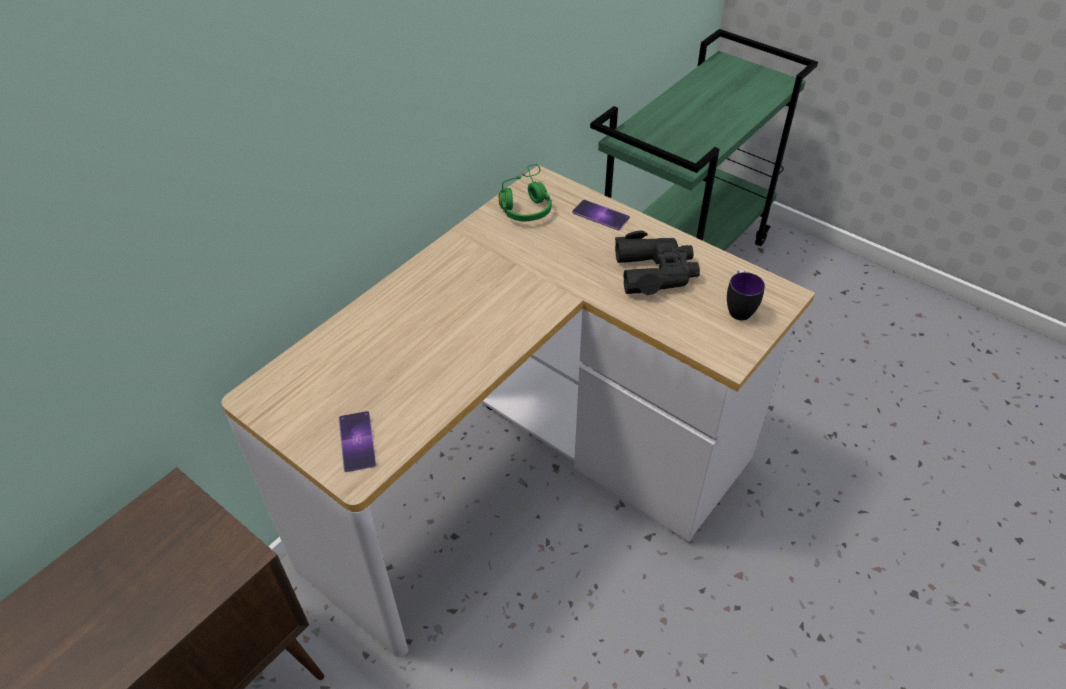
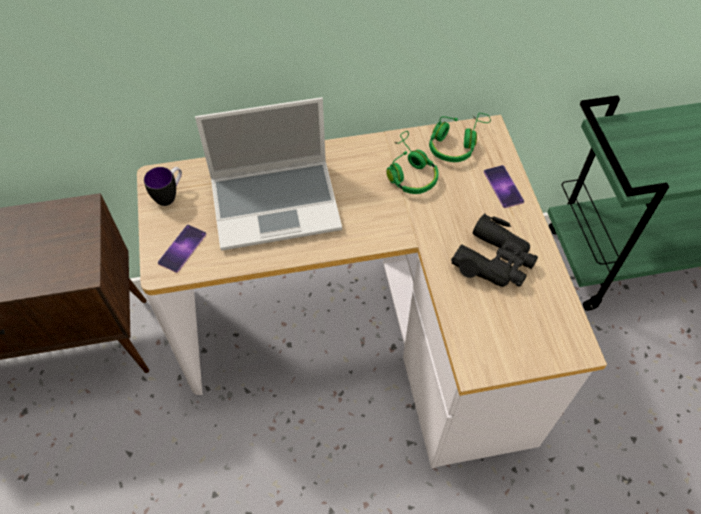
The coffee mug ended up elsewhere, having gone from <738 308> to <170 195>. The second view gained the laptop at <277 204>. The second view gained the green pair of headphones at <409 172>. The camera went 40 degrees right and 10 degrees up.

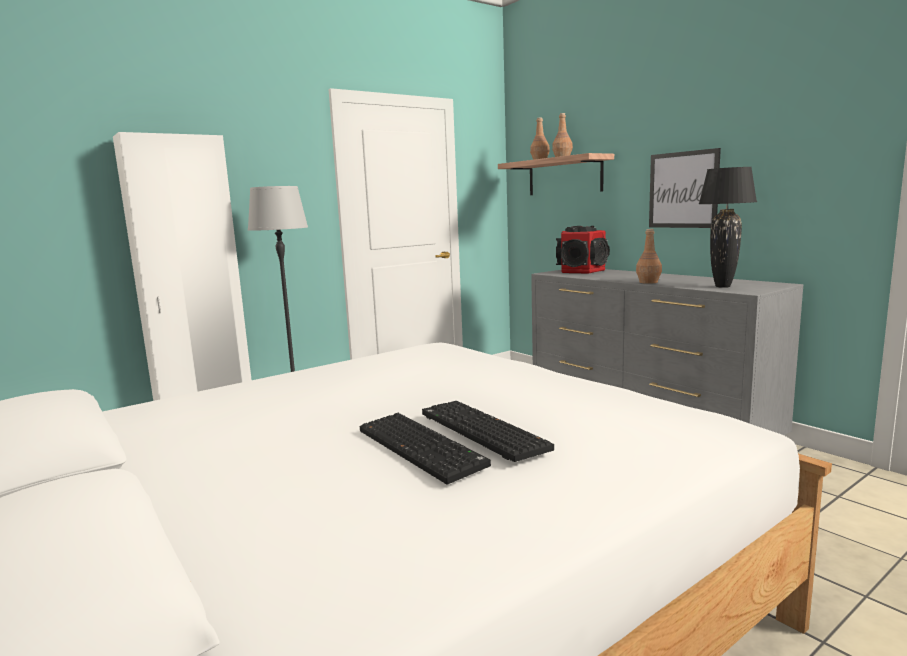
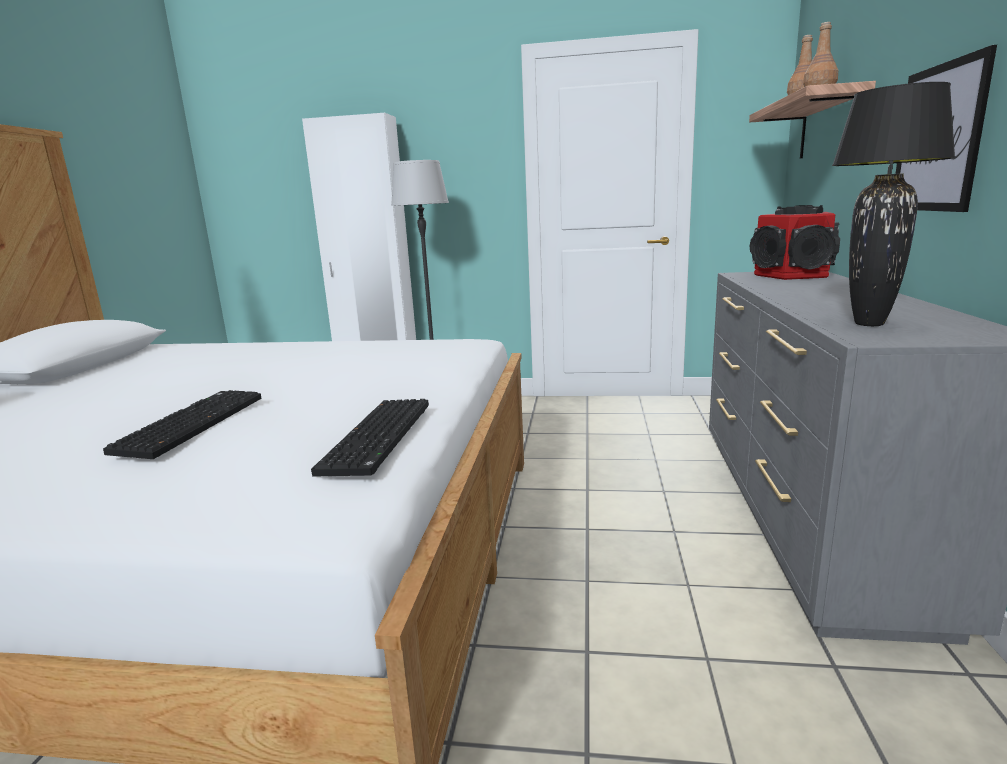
The PC keyboard ended up elsewhere, having gone from <423 447> to <380 438>. The second view lost the brownish beverage bottle at <648 282>. The camera went 45 degrees right and 5 degrees up.

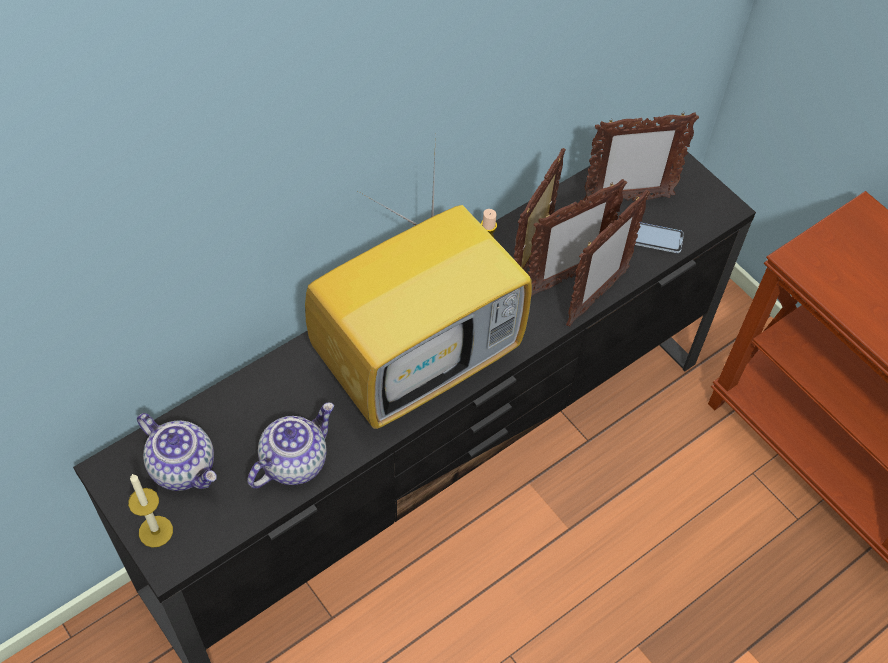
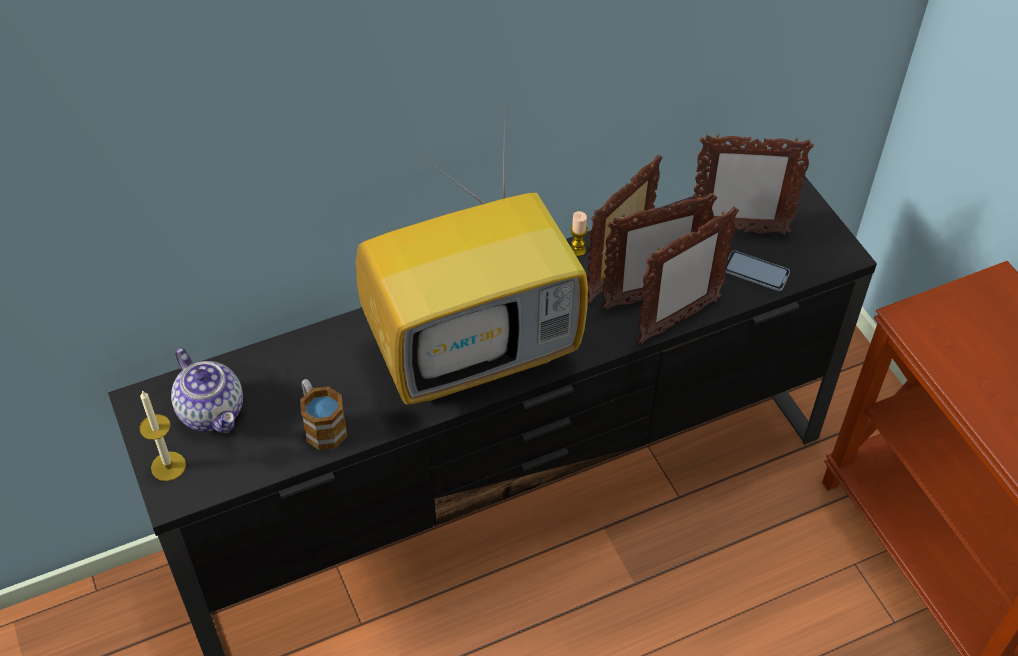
Where the teapot stood at <294 461>, the coffee mug came to stand at <321 425>. The camera went 15 degrees right and 5 degrees down.

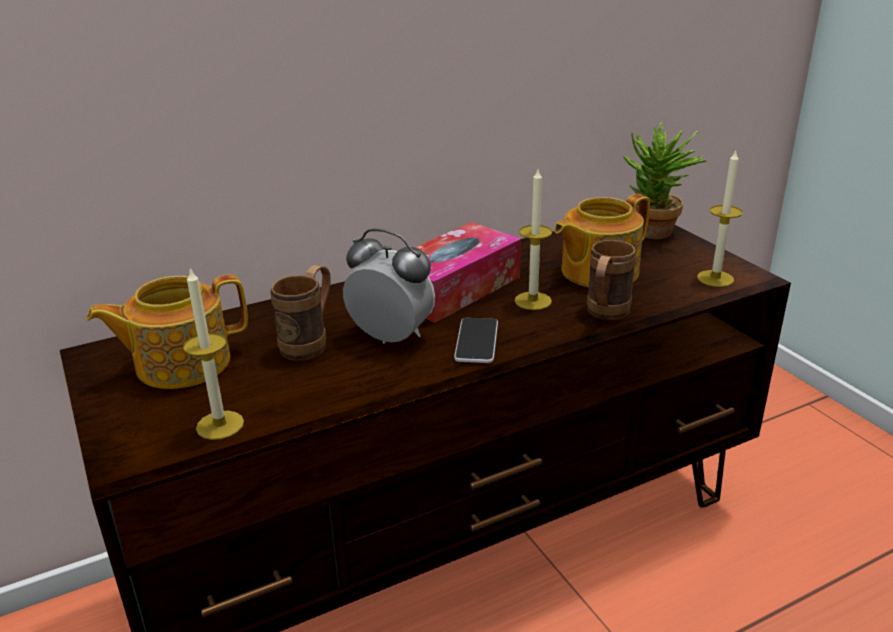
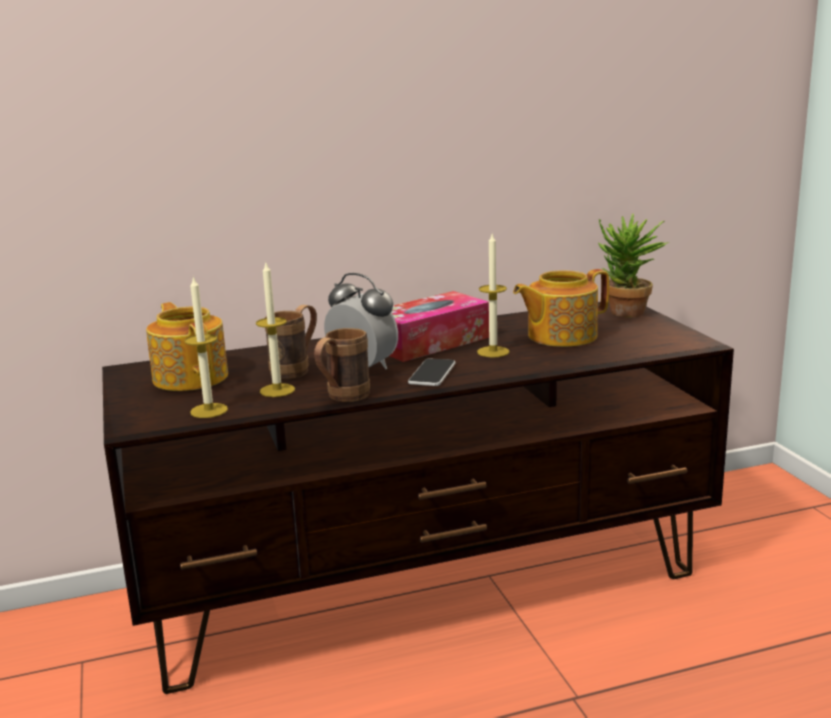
The teapot at <181 363> ended up facing another way, 75 degrees clockwise from before. The wax light ended up elsewhere, having gone from <715 278> to <277 390>. The brownish coffee mug ended up elsewhere, having gone from <604 315> to <342 398>. The camera went 10 degrees right and 10 degrees down.

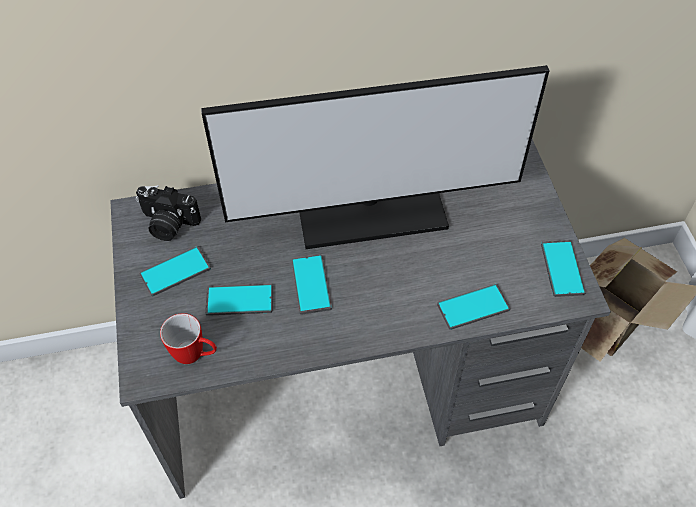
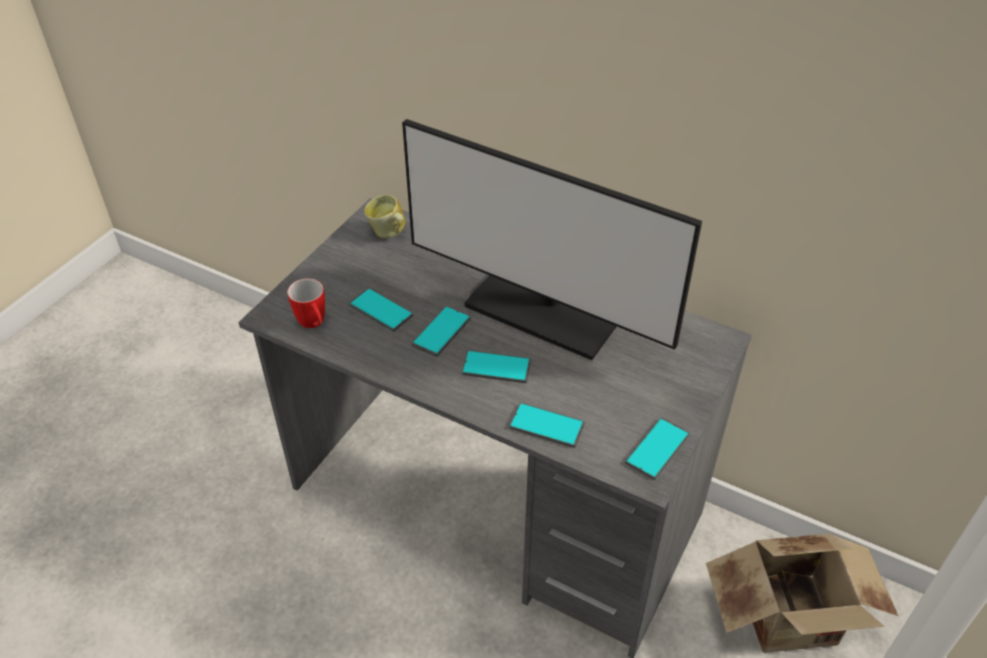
Where the still camera stood at <168 224>, the coffee mug came to stand at <389 234>. The phone ended up elsewhere, having gone from <175 271> to <496 367>. The camera went 40 degrees right and 10 degrees down.

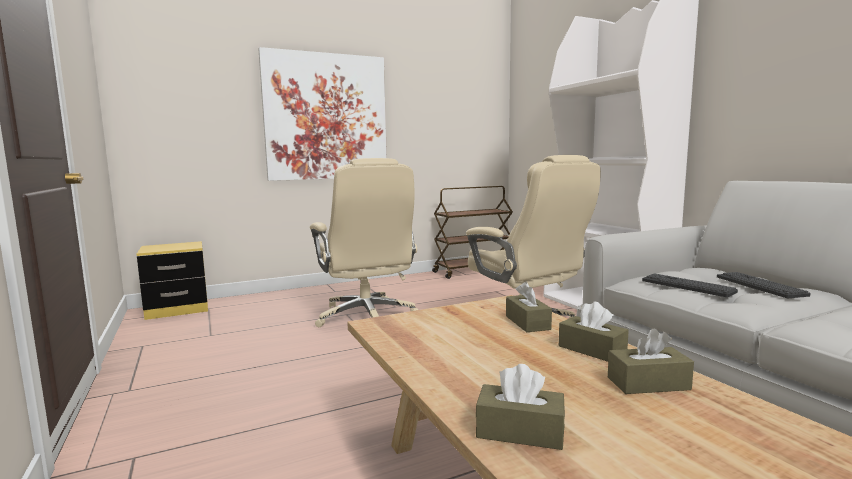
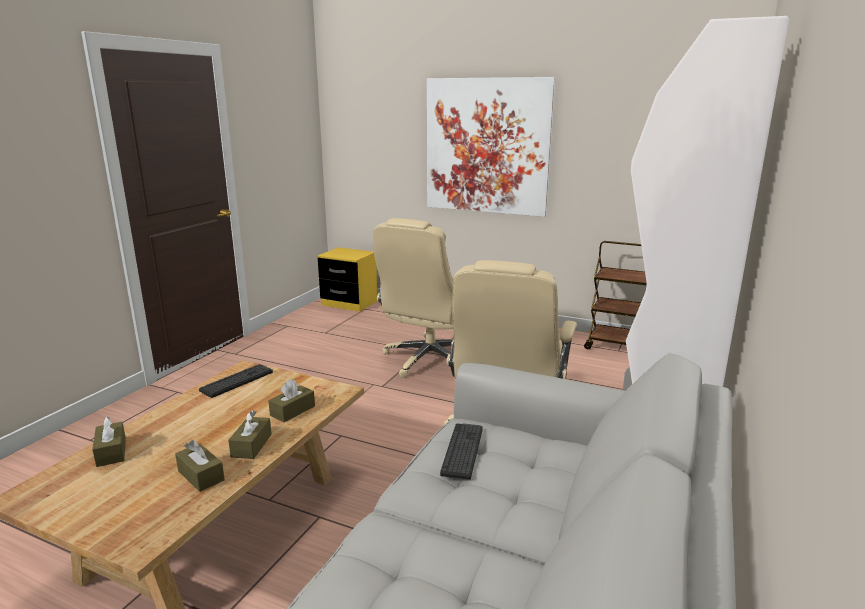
The PC keyboard ended up elsewhere, having gone from <759 286> to <237 381>. The camera went 50 degrees right and 10 degrees up.

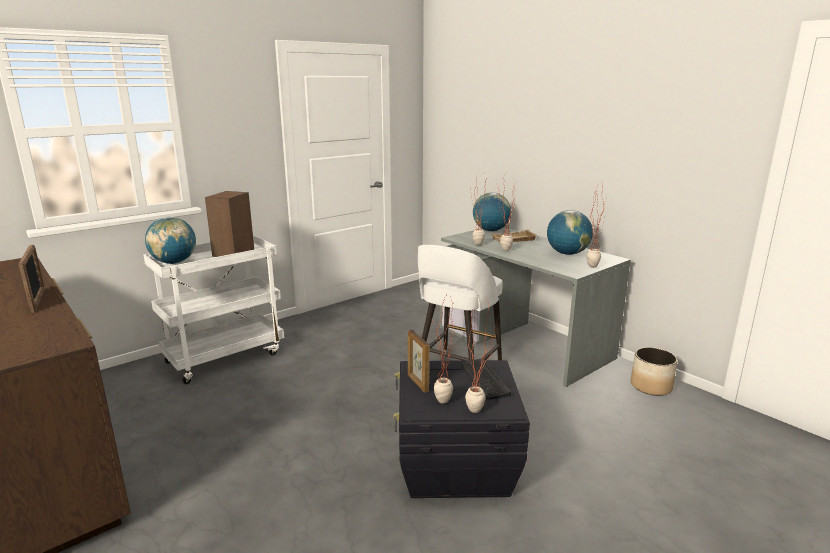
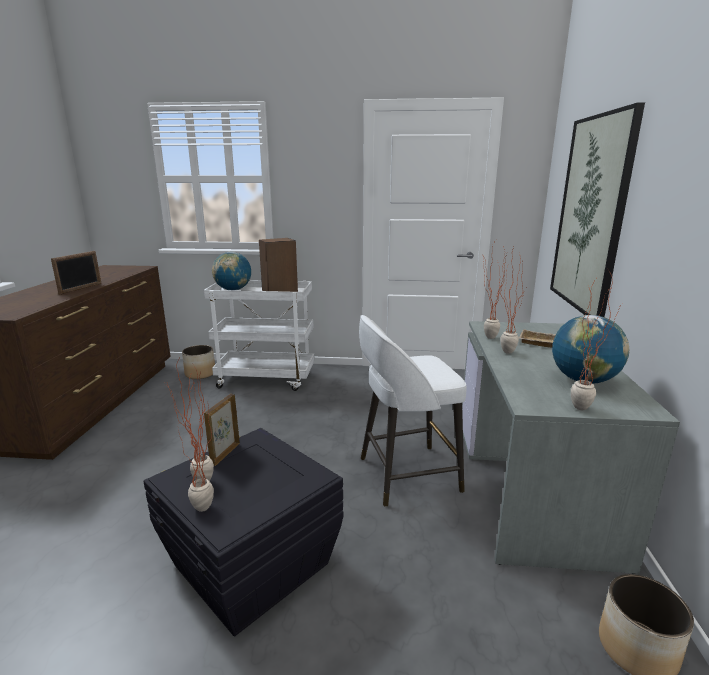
The second view gained the plant pot at <200 374>. The second view gained the picture at <590 215>. The second view lost the PC keyboard at <484 379>. The second view lost the globe at <491 230>. The camera went 45 degrees right and 0 degrees up.

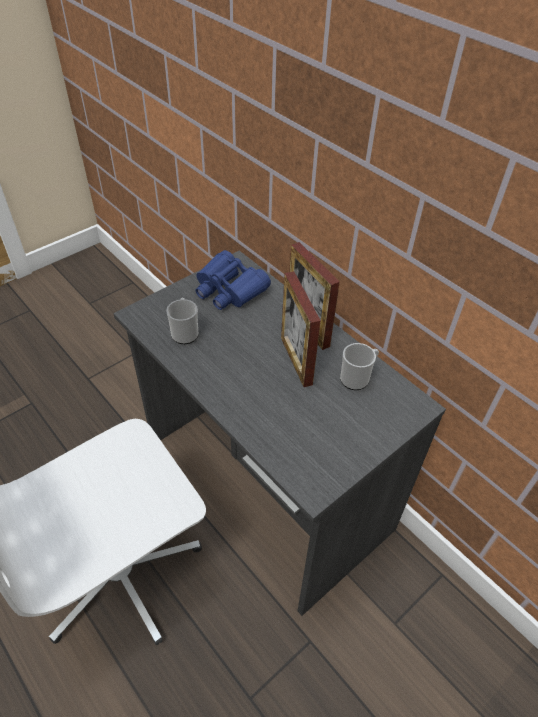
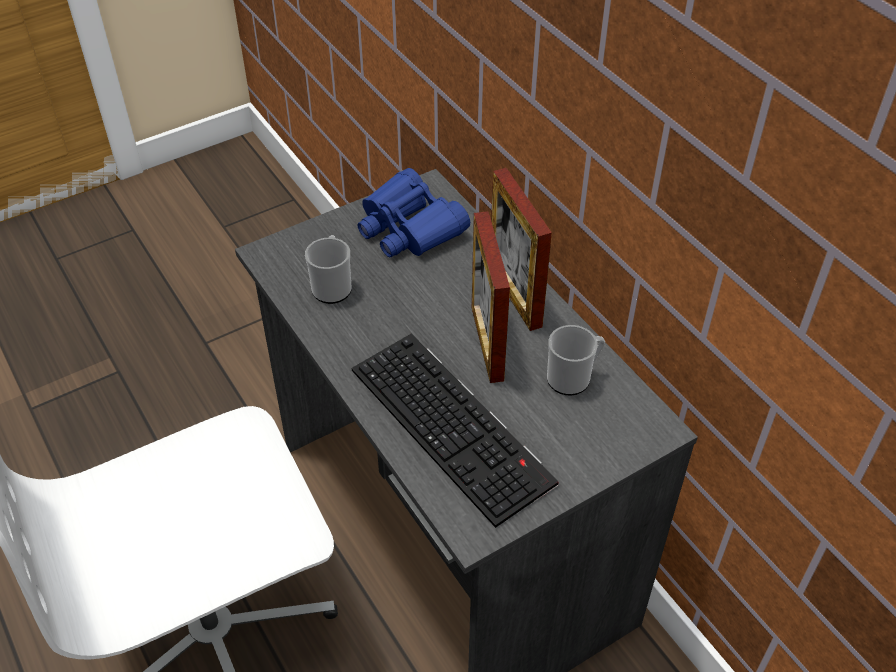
The second view gained the PC keyboard at <455 425>. The camera went 10 degrees right and 0 degrees up.

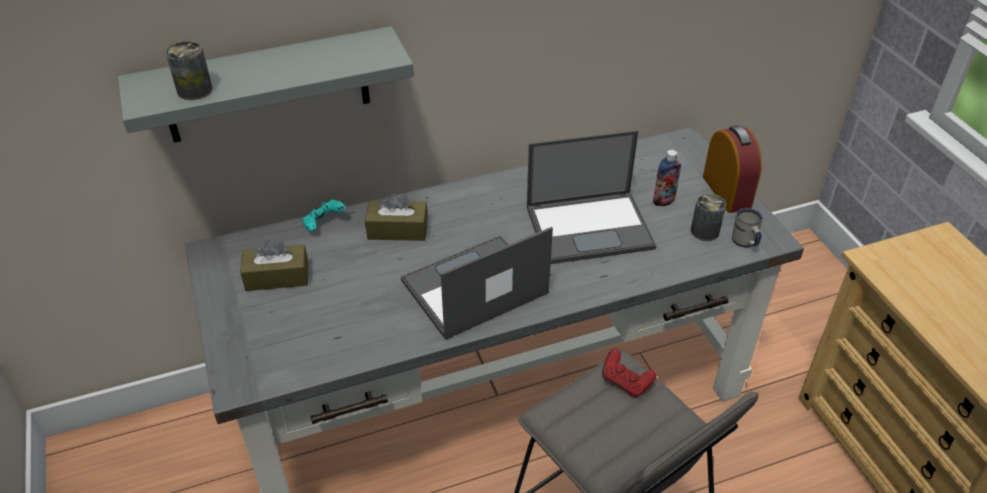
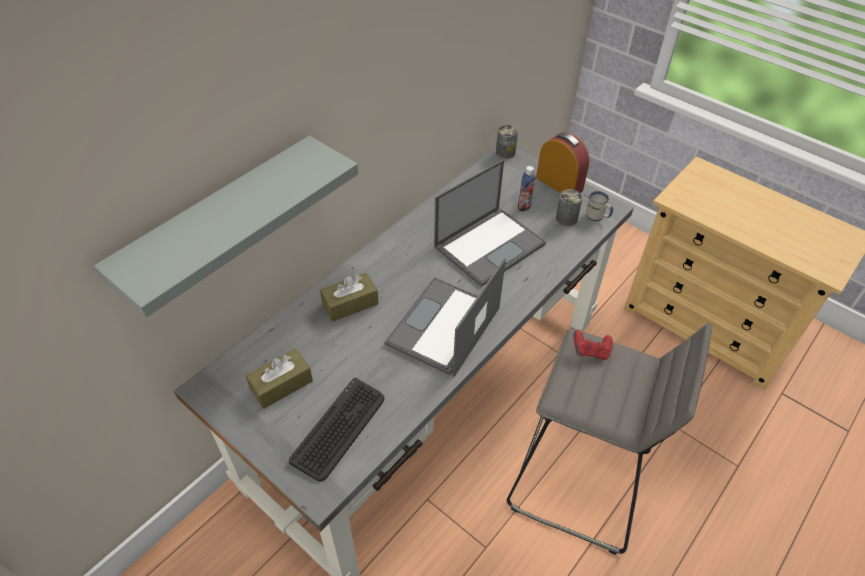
The second view gained the PC keyboard at <339 429>. The sealed can ended up elsewhere, having gone from <195 90> to <505 152>. The second view lost the turquoise game controller at <324 224>. The camera went 30 degrees left and 5 degrees up.

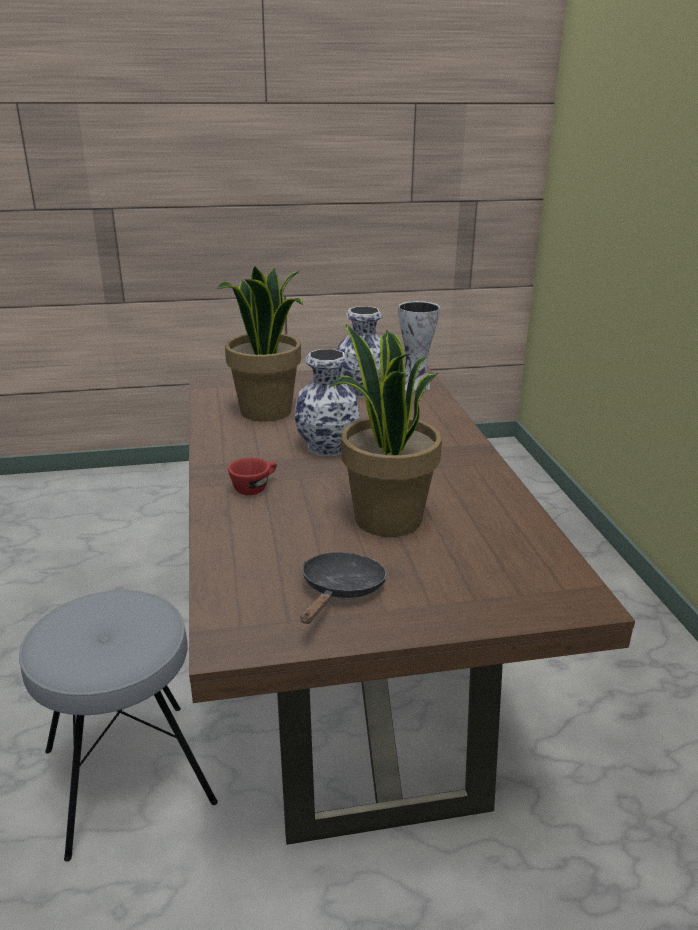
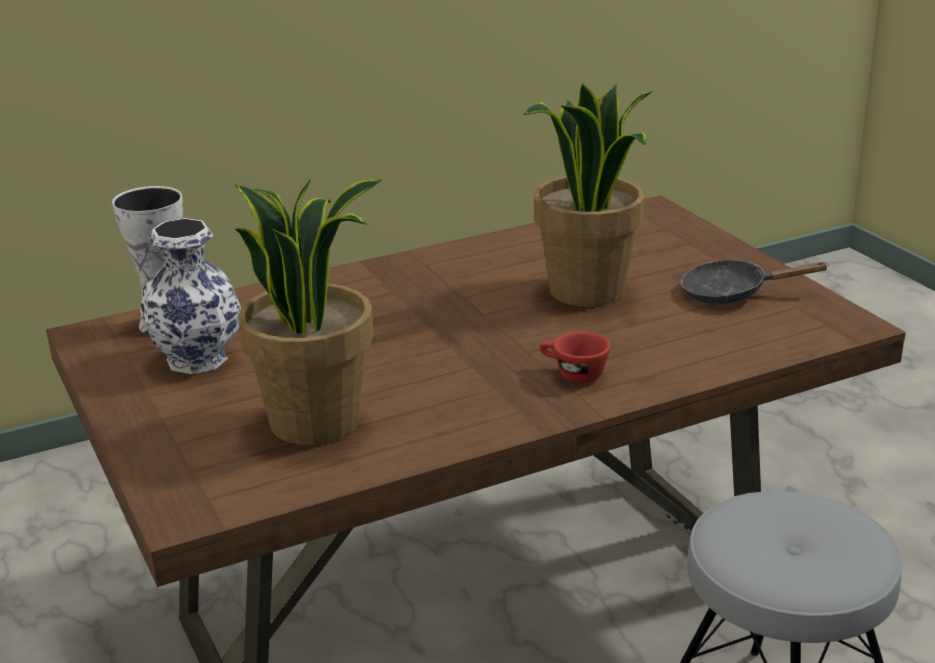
The second view lost the decorative vase at <326 447>. The camera went 105 degrees left and 0 degrees up.

